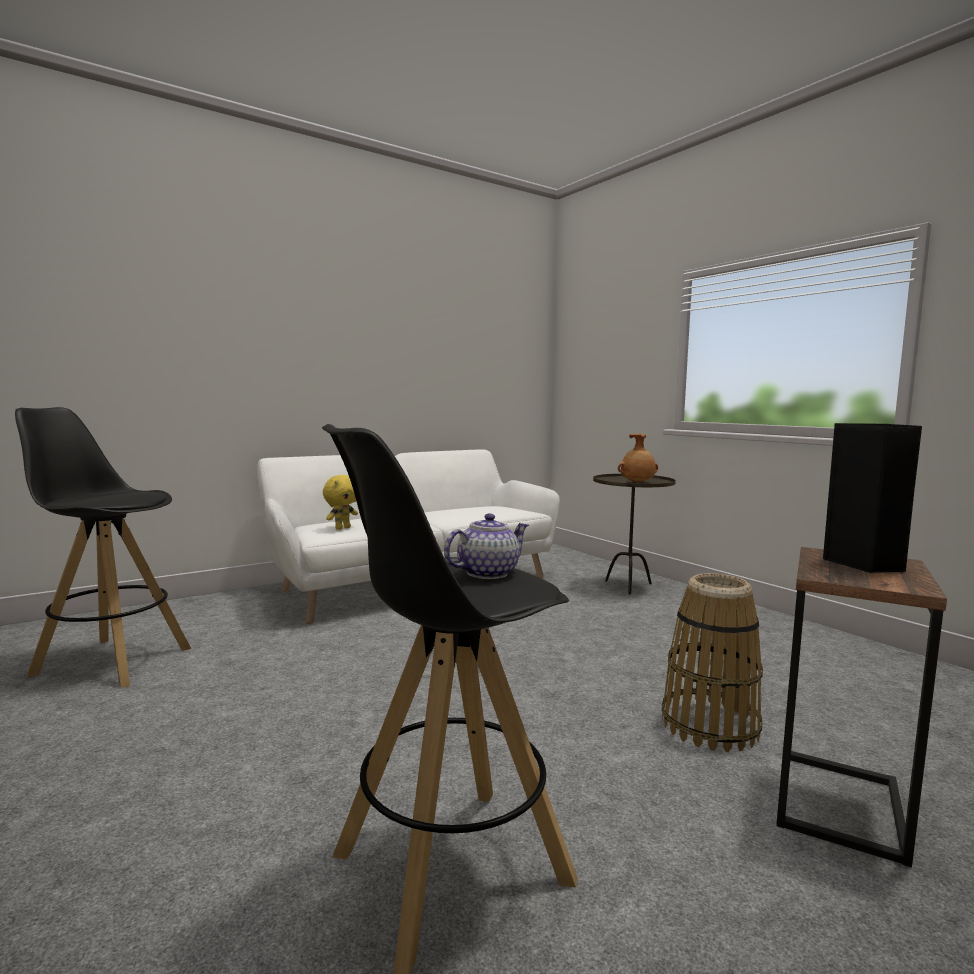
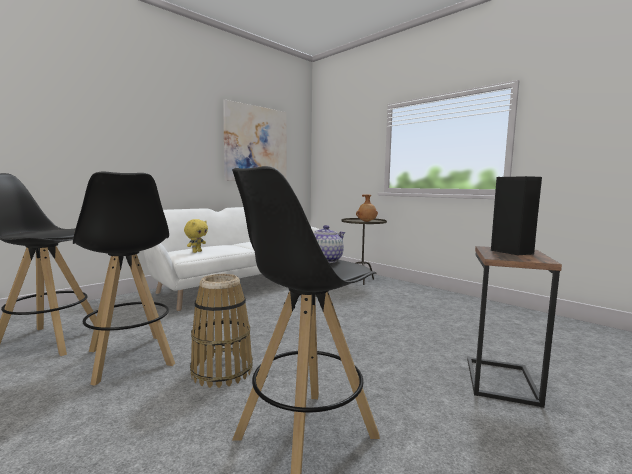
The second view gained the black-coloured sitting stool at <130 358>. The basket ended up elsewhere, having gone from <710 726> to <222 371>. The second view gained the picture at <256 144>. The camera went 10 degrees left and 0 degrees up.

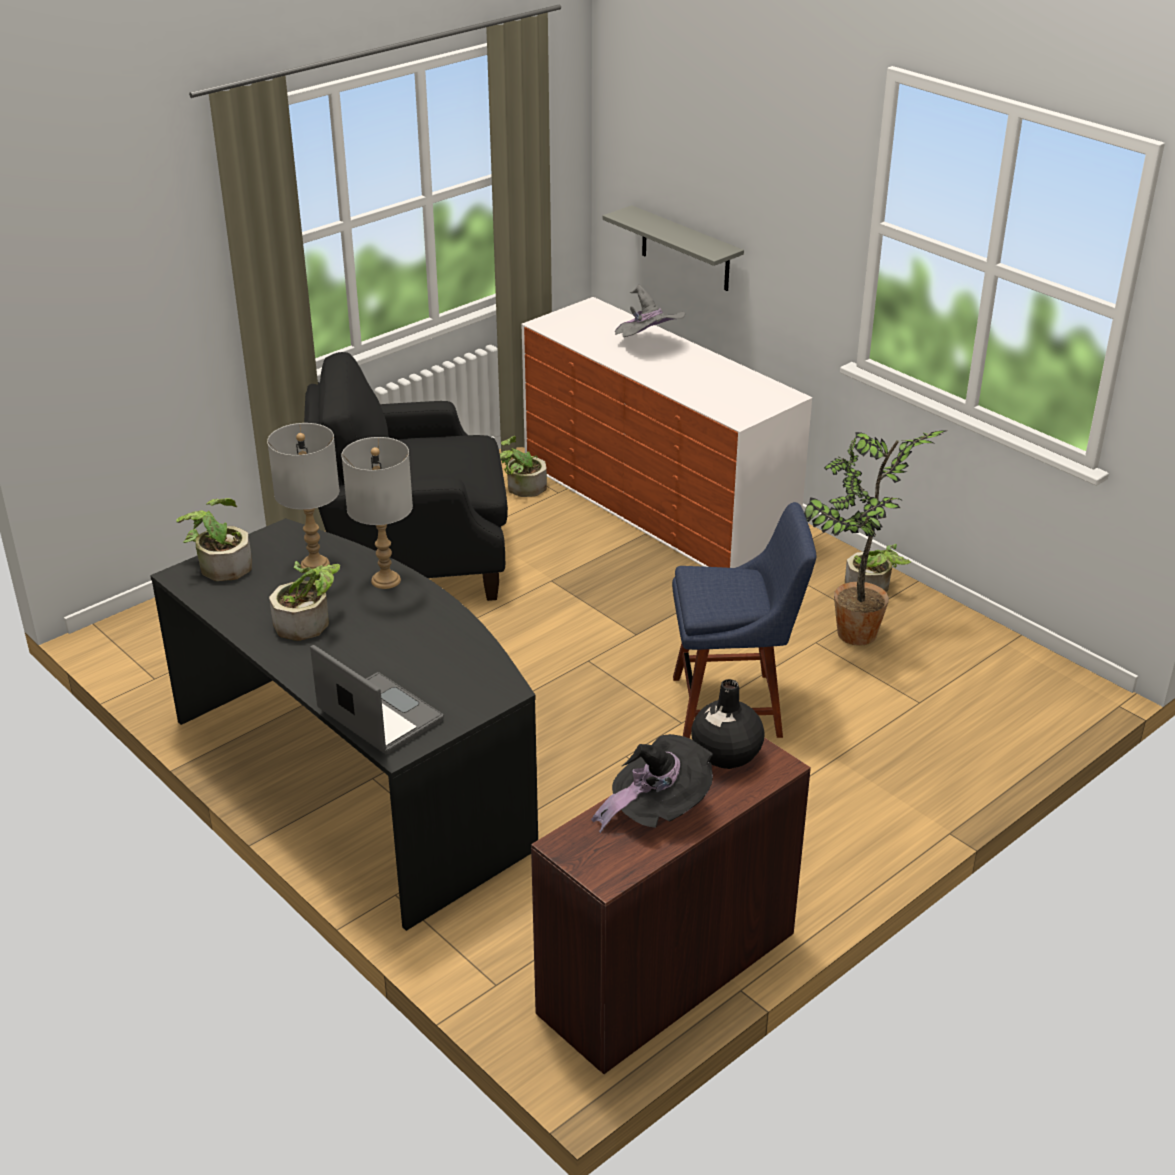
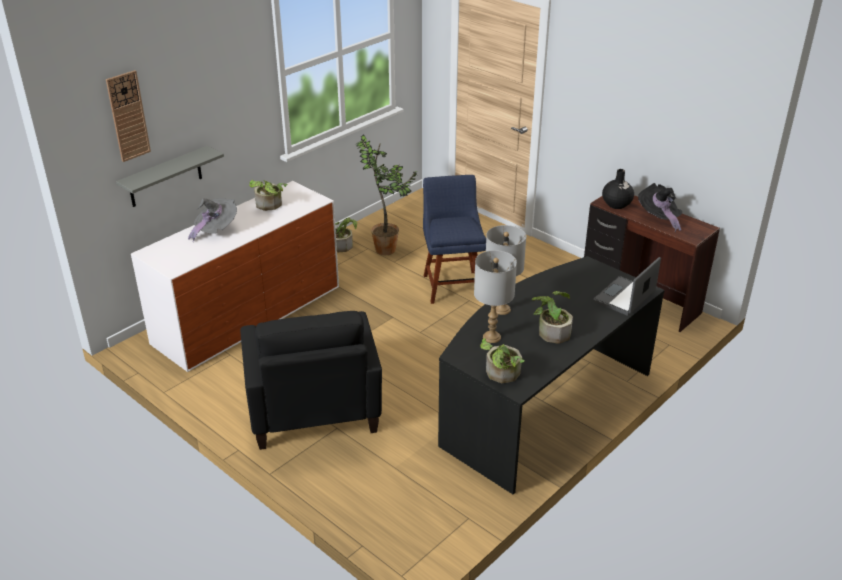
The second view gained the hanging clock at <128 116>. The houseplant ended up elsewhere, having gone from <521 487> to <269 206>. The camera went 95 degrees left and 0 degrees up.

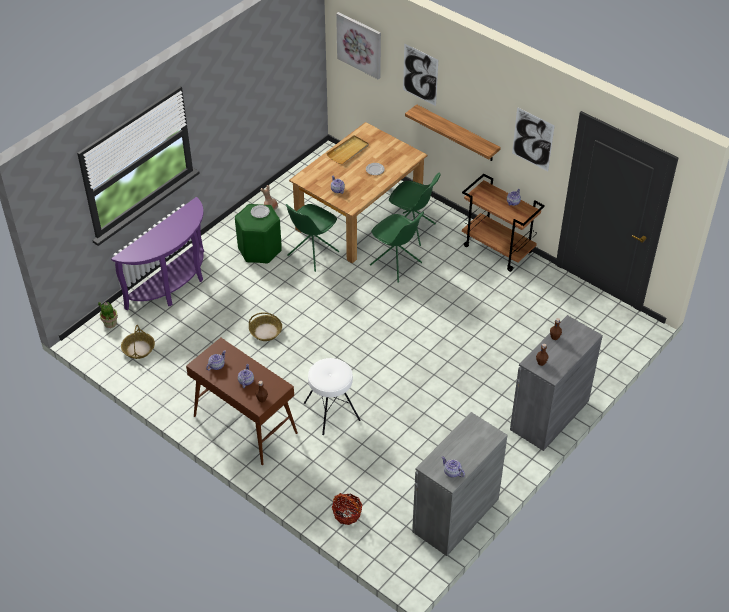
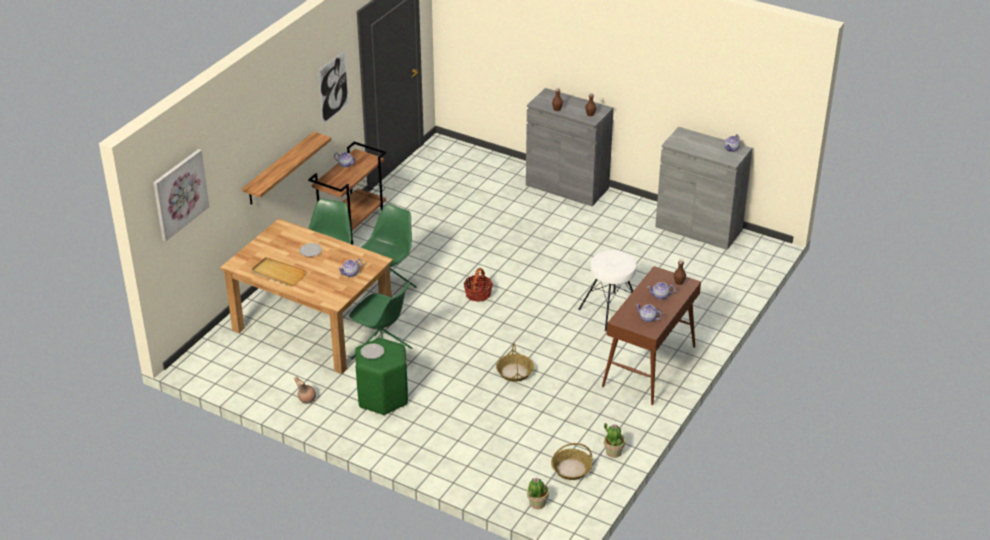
The basket ended up elsewhere, having gone from <347 514> to <478 294>. The second view gained the houseplant at <613 452>. The second view lost the purple-coloured hall table at <174 285>. The second view lost the picture at <420 75>. The camera went 100 degrees left and 10 degrees down.

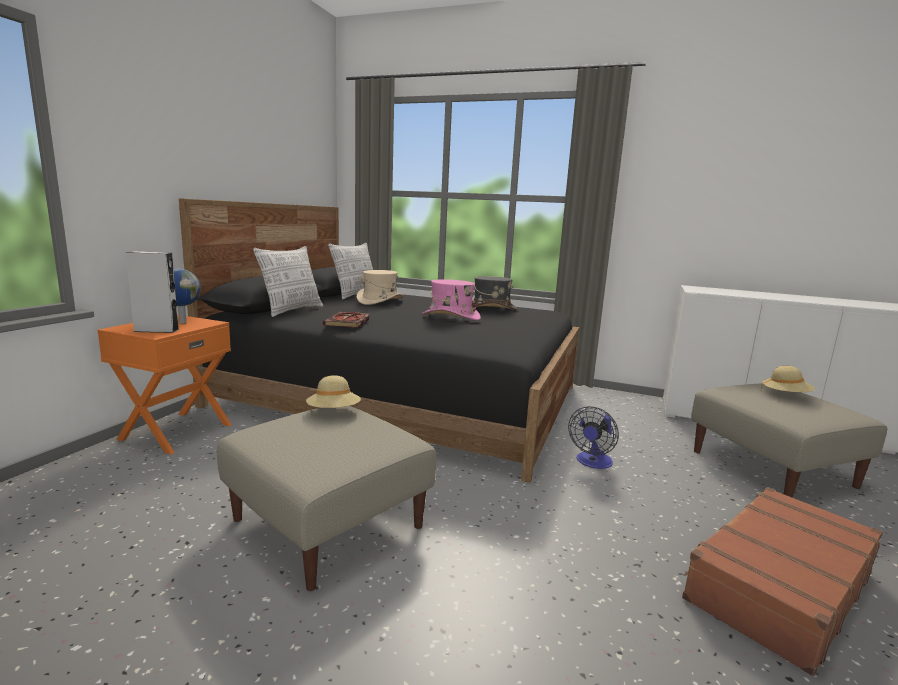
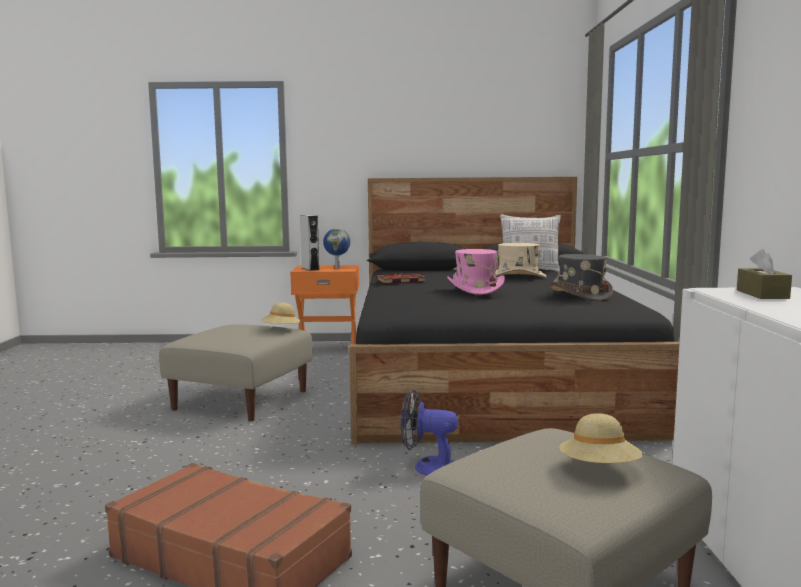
The second view gained the brownish tissue box at <762 294>. The second view lost the throw pillow at <291 310>. The camera went 70 degrees right and 5 degrees down.

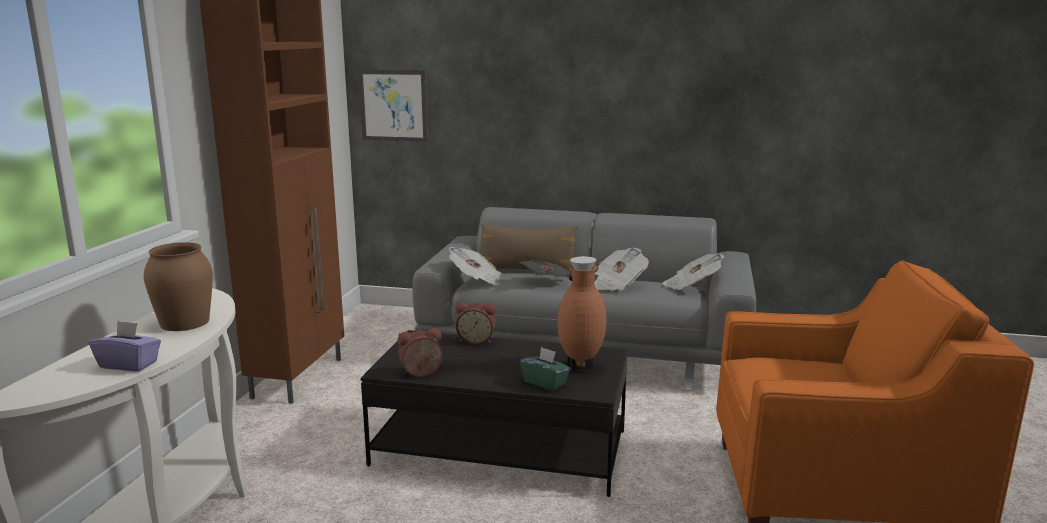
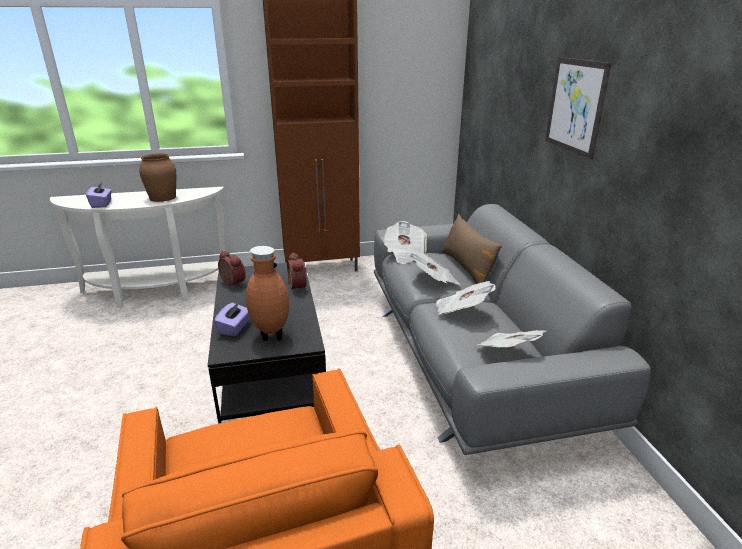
What was the green tissue box at <545 382> turned into the purple-coloured tissue box at <234 328>. The picture ended up elsewhere, having gone from <393 105> to <575 106>. The camera went 65 degrees right and 10 degrees up.

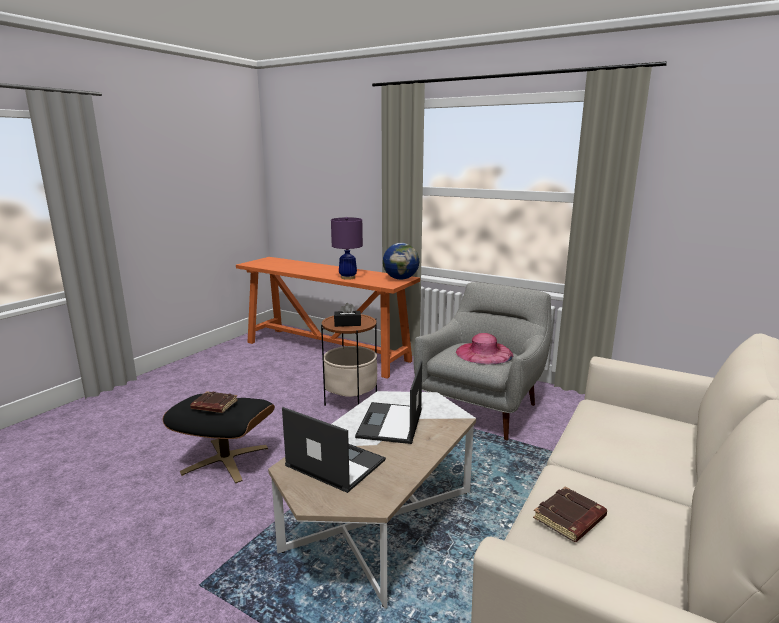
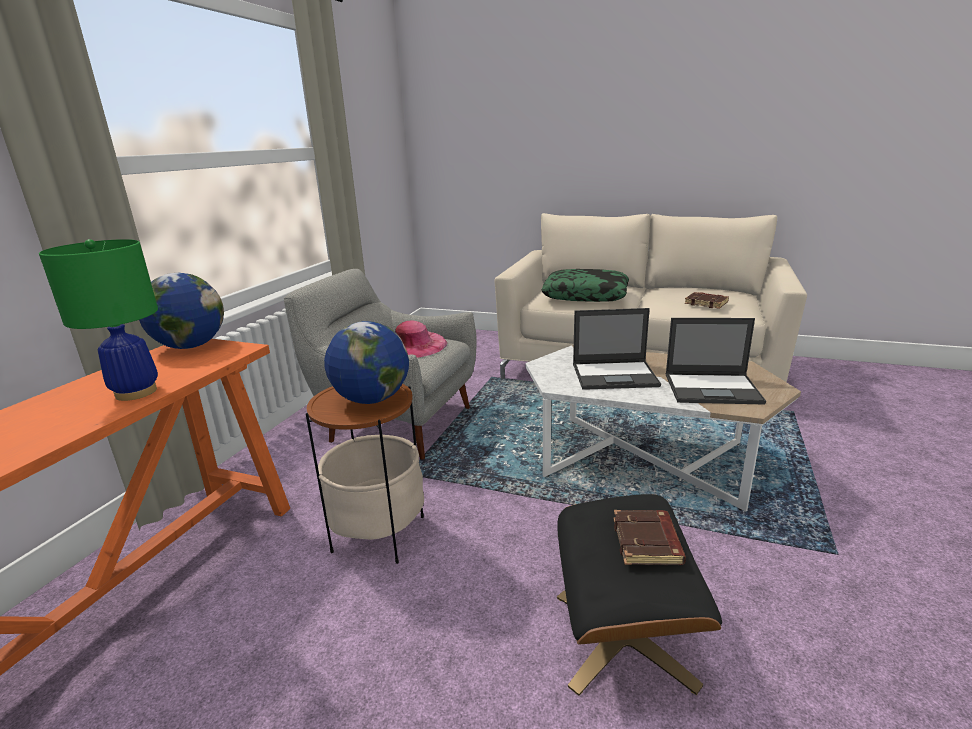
What was the purple-coloured tabletop lamp at <347 277> turned into the green tabletop lamp at <136 392>. Where the black-coloured tissue box stood at <347 324>, the globe came to stand at <372 399>. The second view gained the throw pillow at <586 295>. The laptop at <334 463> ended up facing another way, 105 degrees counterclockwise from before. The camera went 100 degrees left and 5 degrees up.

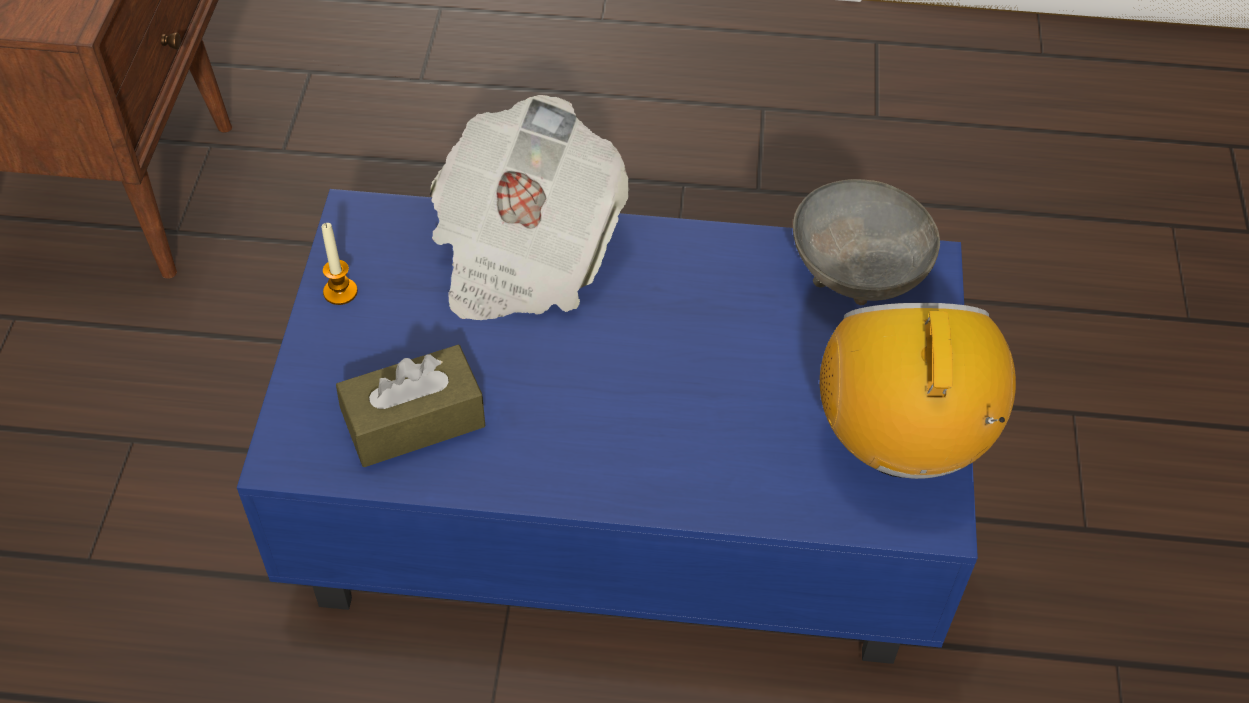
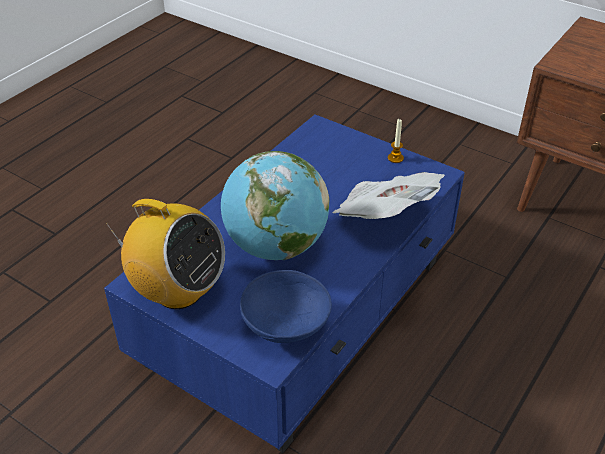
The second view gained the globe at <275 246>. What was the gray bowl at <858 277> turned into the blue bowl at <284 327>. The second view lost the brownish tissue box at <414 421>. The camera went 120 degrees right and 10 degrees down.

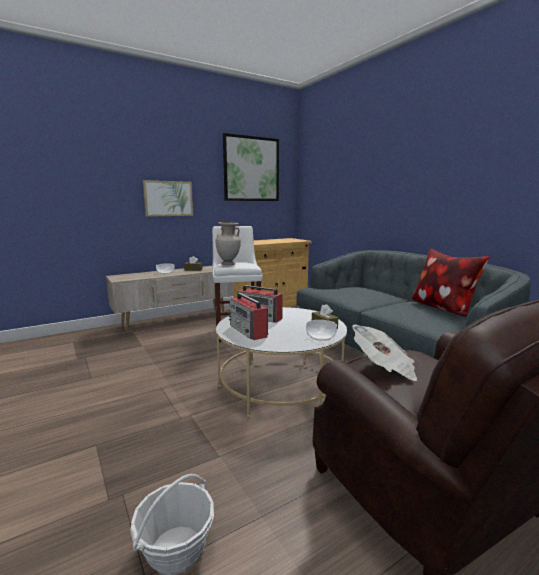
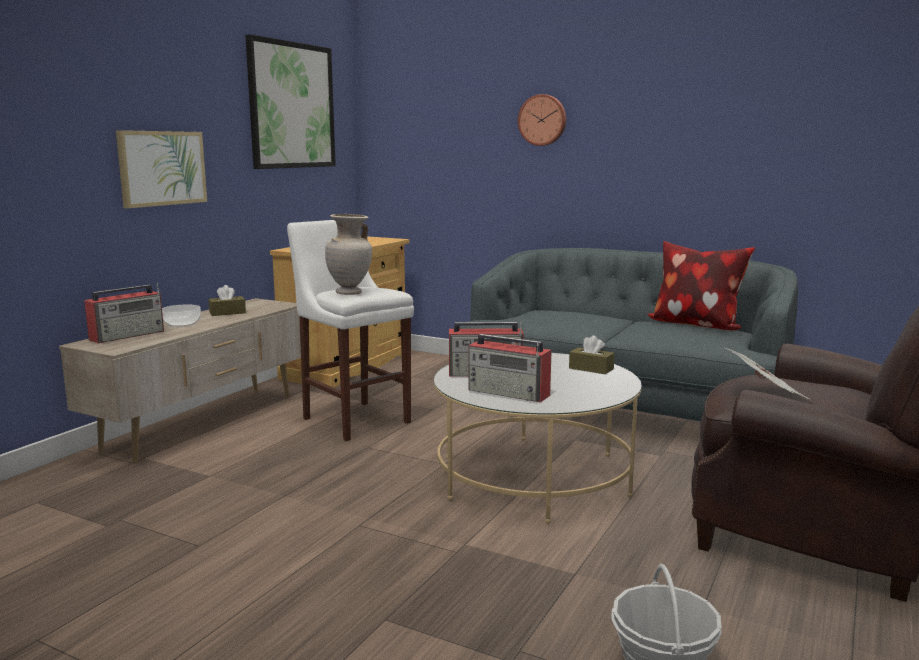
The second view gained the radio receiver at <128 335>. The second view gained the hanging clock at <542 120>. The second view lost the bowl at <320 336>. The camera went 30 degrees left and 0 degrees up.

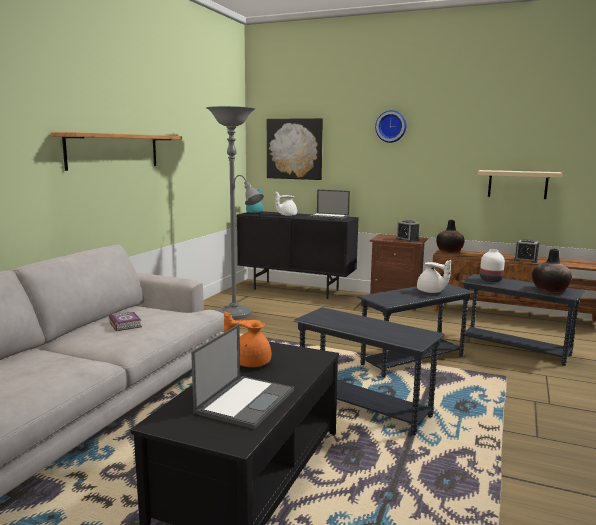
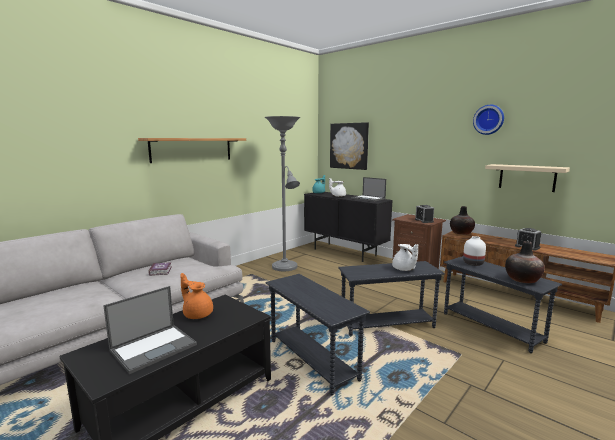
The hanging clock ended up elsewhere, having gone from <391 126> to <489 119>. The camera went 20 degrees right and 0 degrees up.

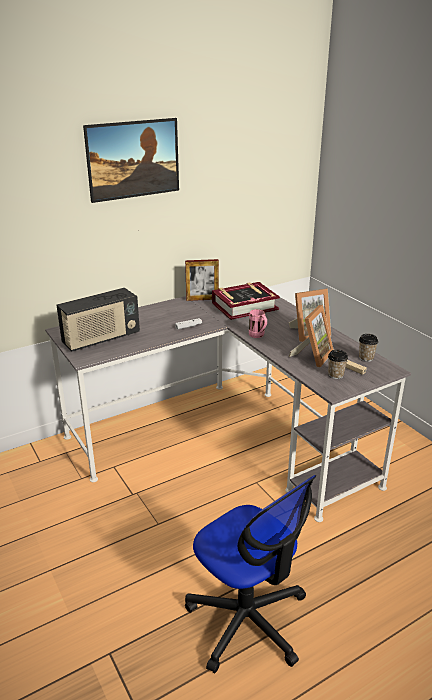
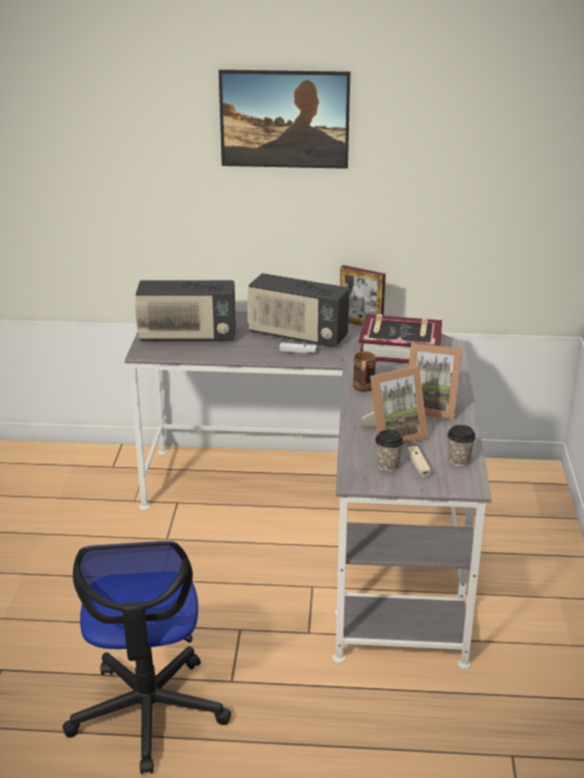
The second view gained the radio receiver at <297 336>. What was the pink coffee mug at <258 336> turned into the brownish coffee mug at <363 389>. The camera went 35 degrees right and 0 degrees up.

